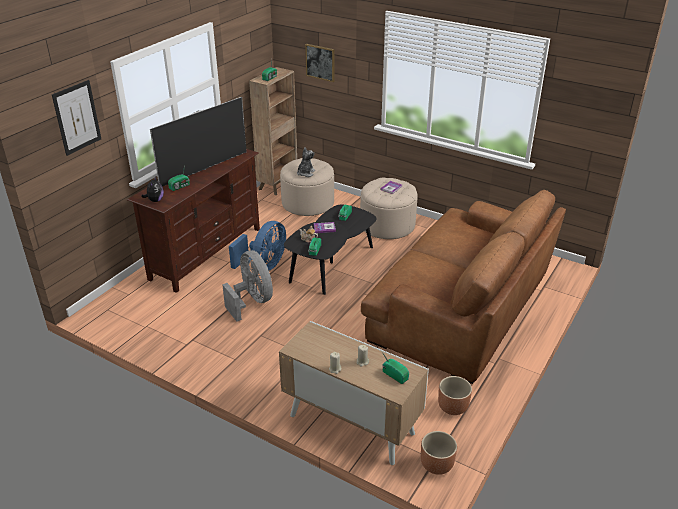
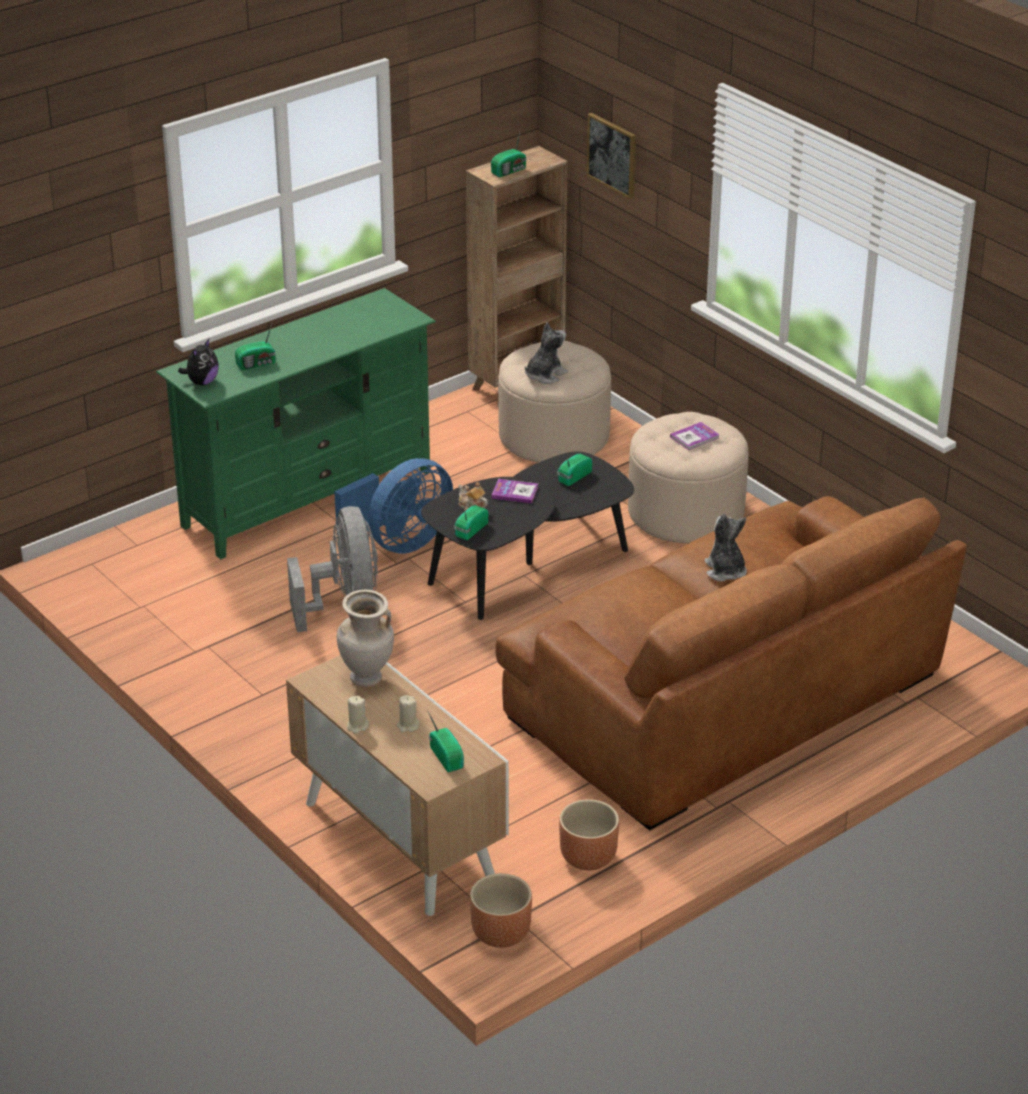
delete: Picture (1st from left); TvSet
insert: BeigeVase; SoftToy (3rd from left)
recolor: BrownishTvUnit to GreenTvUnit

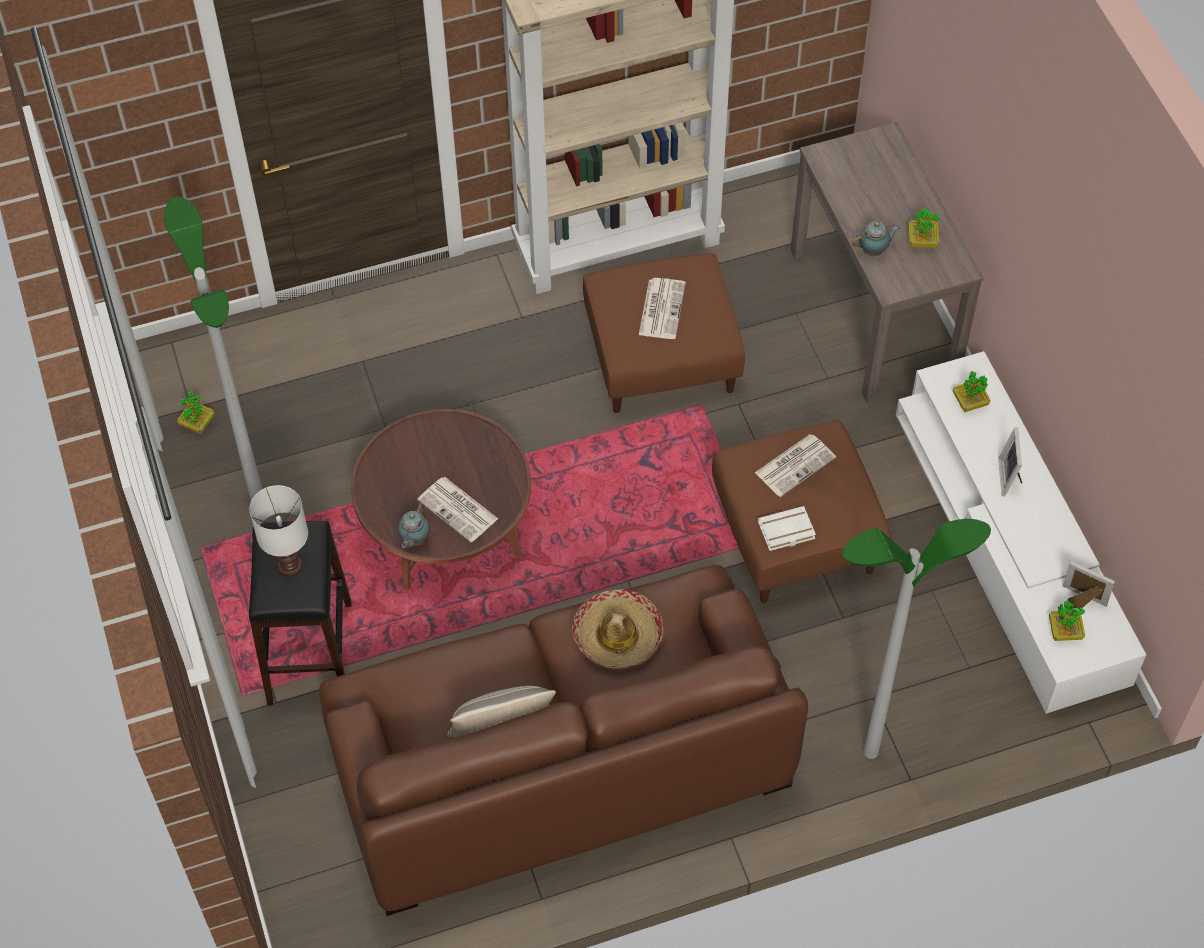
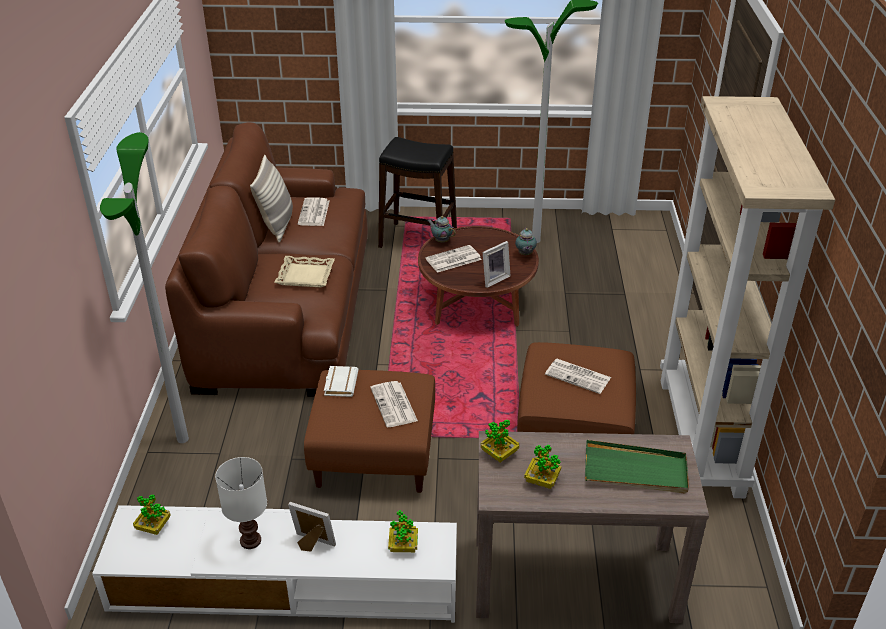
insert: DailyPaper (1st from left); GreenServingTray
move: PottedPlant (1st from left in the first image) to PottedPlant (3rd from left); WhiteColouredTabletopLamp; TeaPot (2nd from left); PictureFrame (2nd from left)
replace: Hat to BeigeServingTray

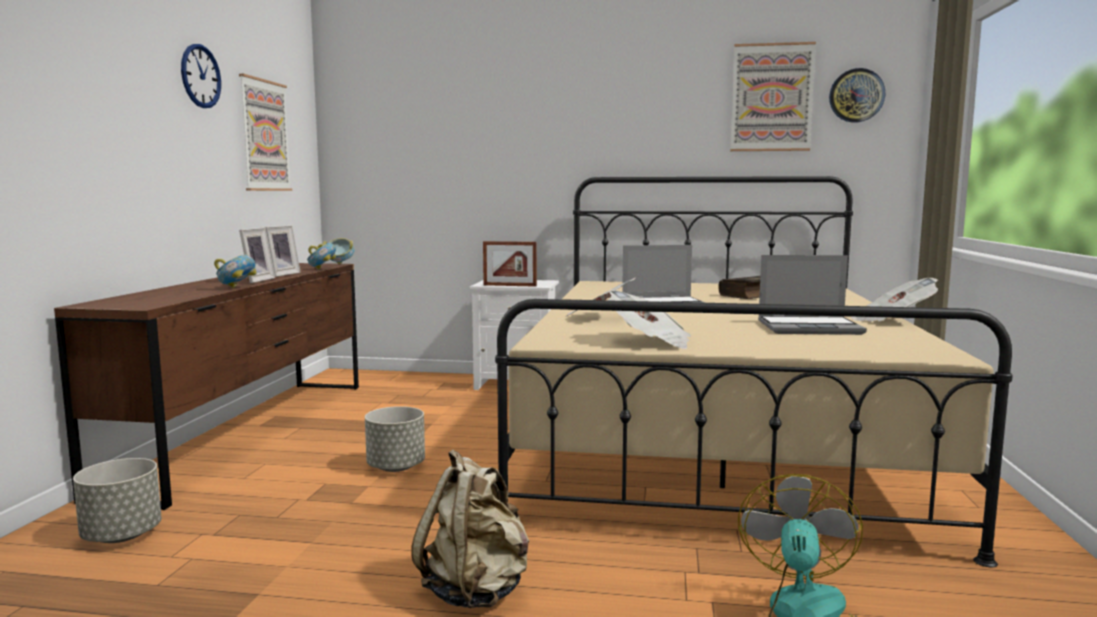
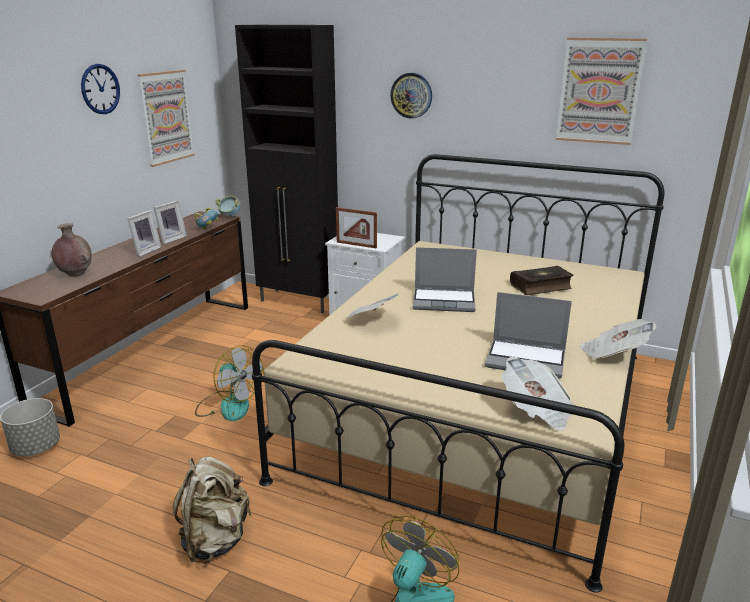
delete: DeepDish (1st from left)
insert: BrownishVase; BlackCupboard
move: DailyPaper (2nd from left); ClockOnTheWall (2nd from left)
replace: GreyishFlowerPot (2nd from left) to Fan (1st from left)

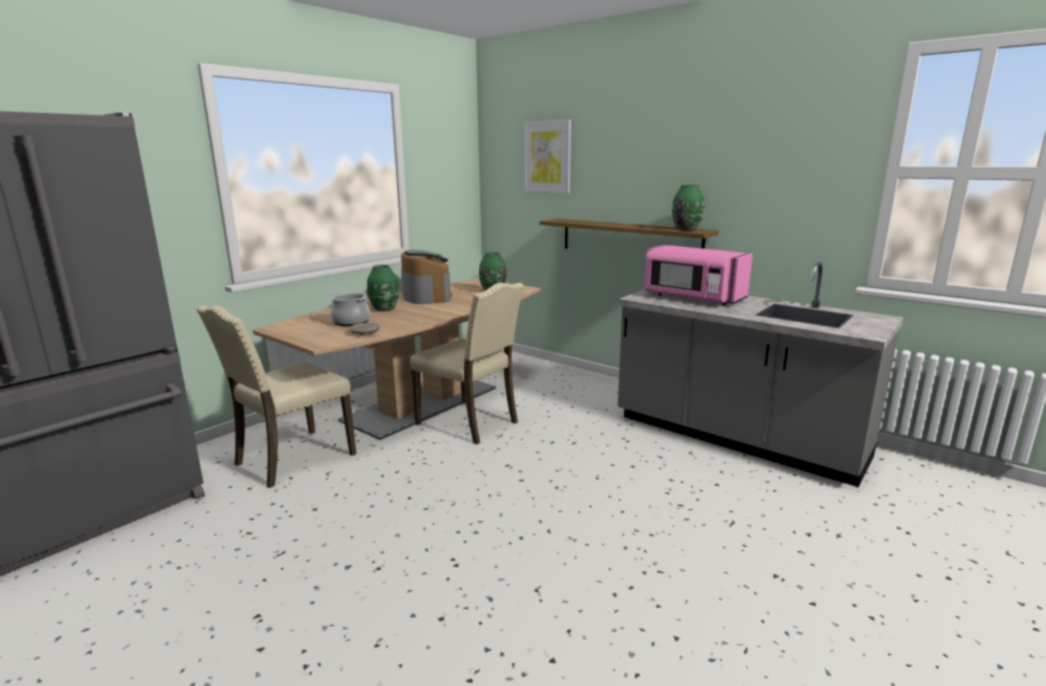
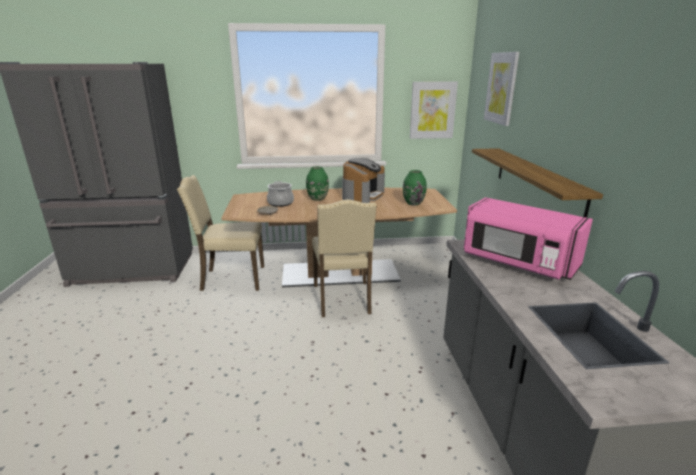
delete: GreenVase (3rd from left)
insert: Picture (1st from left)
rotate: PinkishMicrowave 45 degrees counterclockwise

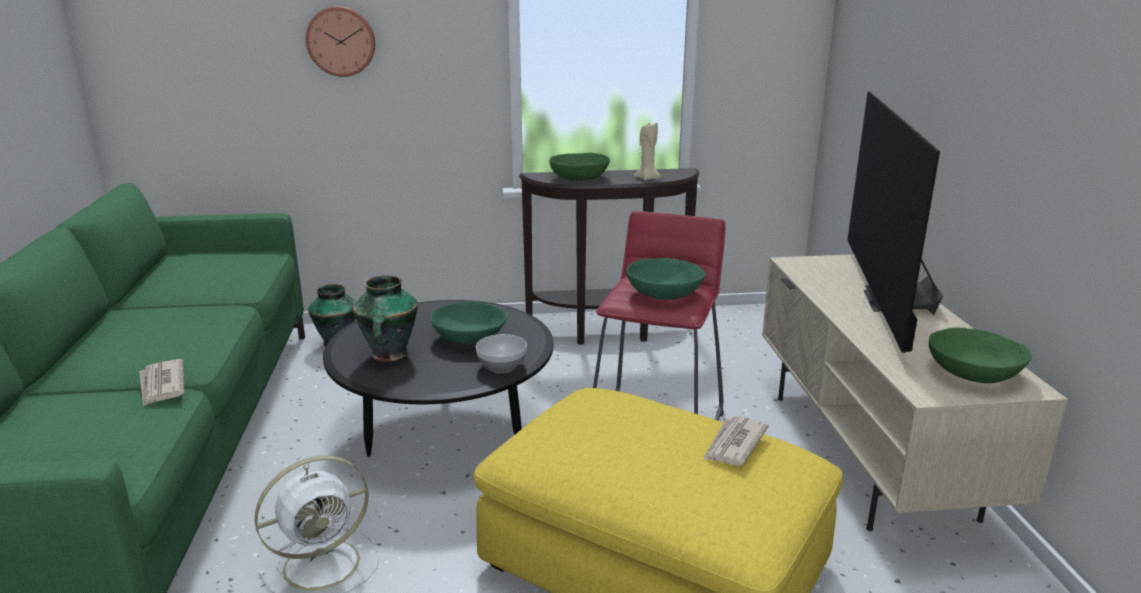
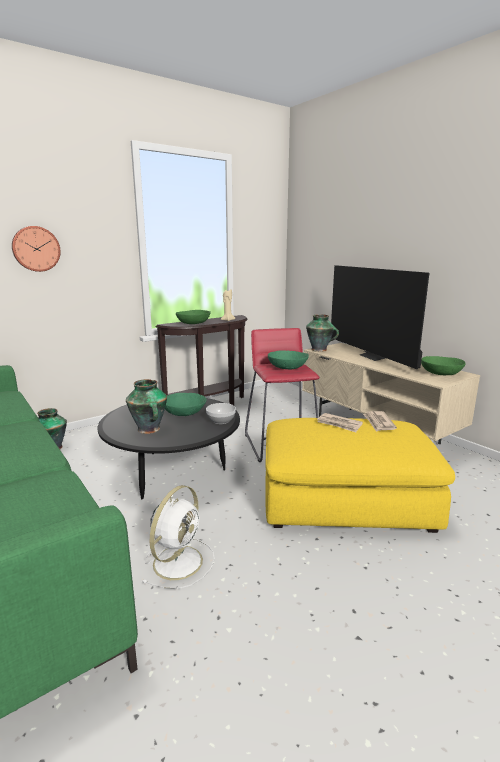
insert: Vase (3rd from left)
move: DailyPaper (1st from left)

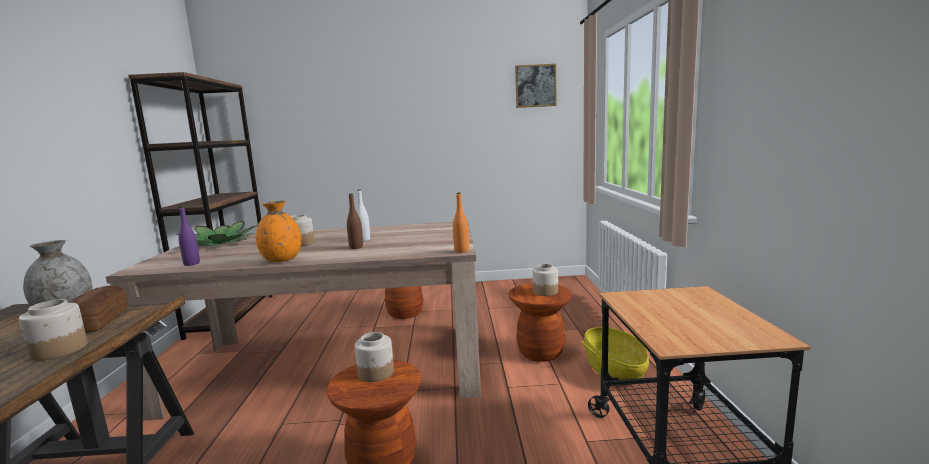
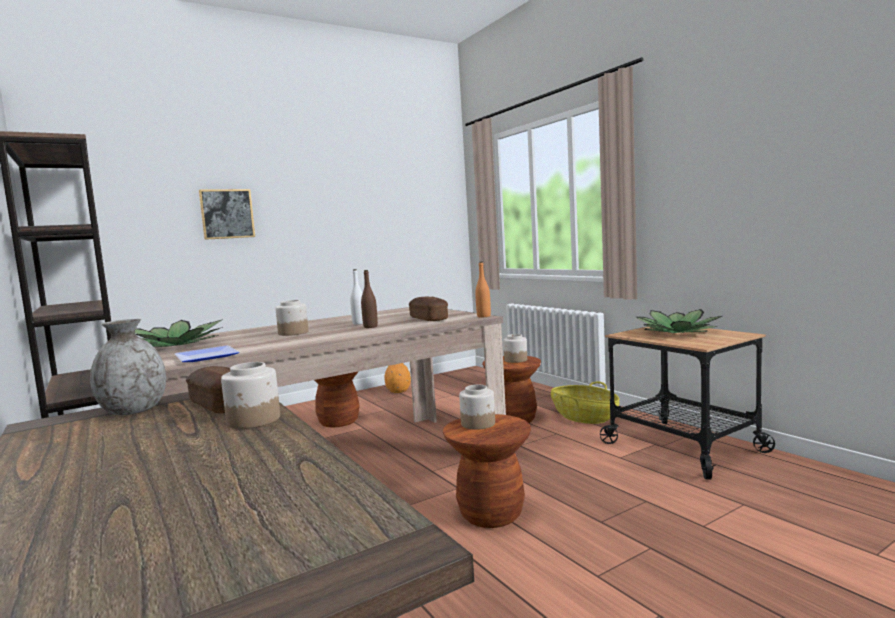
insert: Bread (2nd from left); PottedPlant (2nd from left)
move: OrangeyVase; Picture
replace: PurpleBottle to Plate

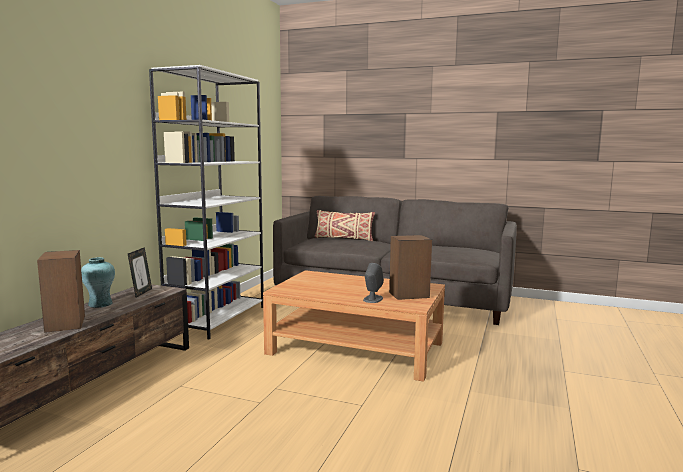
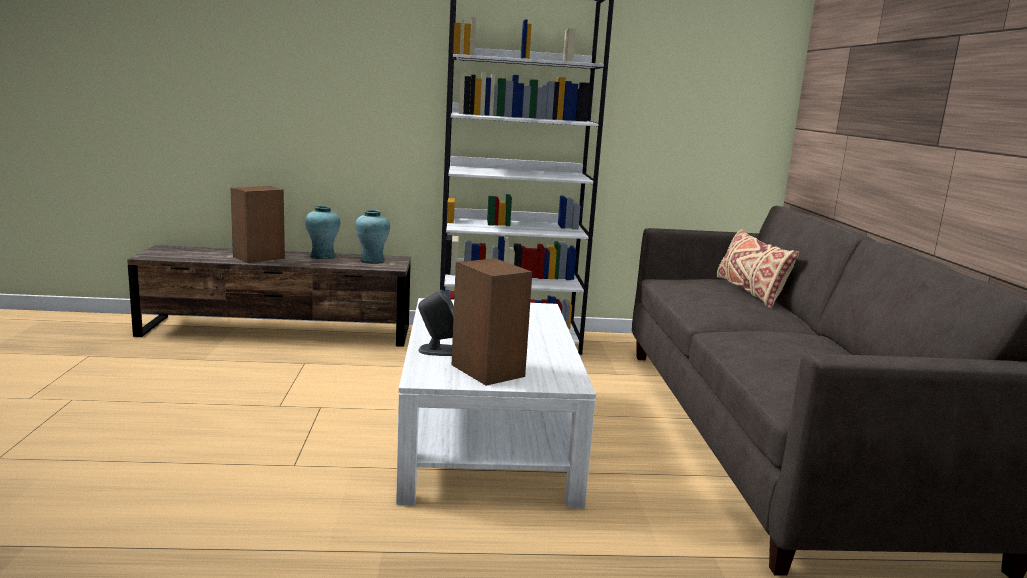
replace: PictureFrame to TurquoiseColouredVase (2nd from left)
recolor: BrownishCoffeeTable to WhiteColouredCoffeeTable

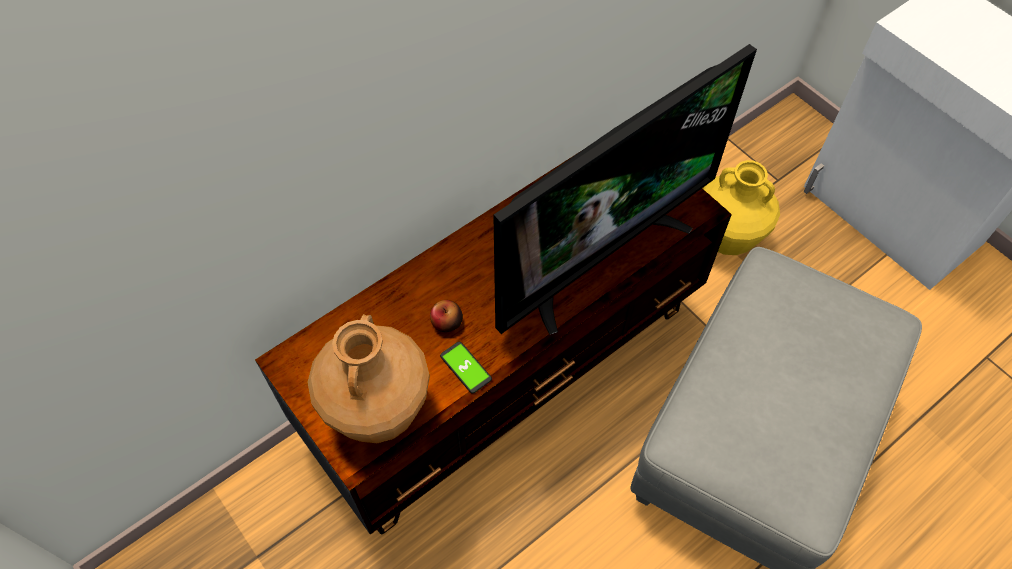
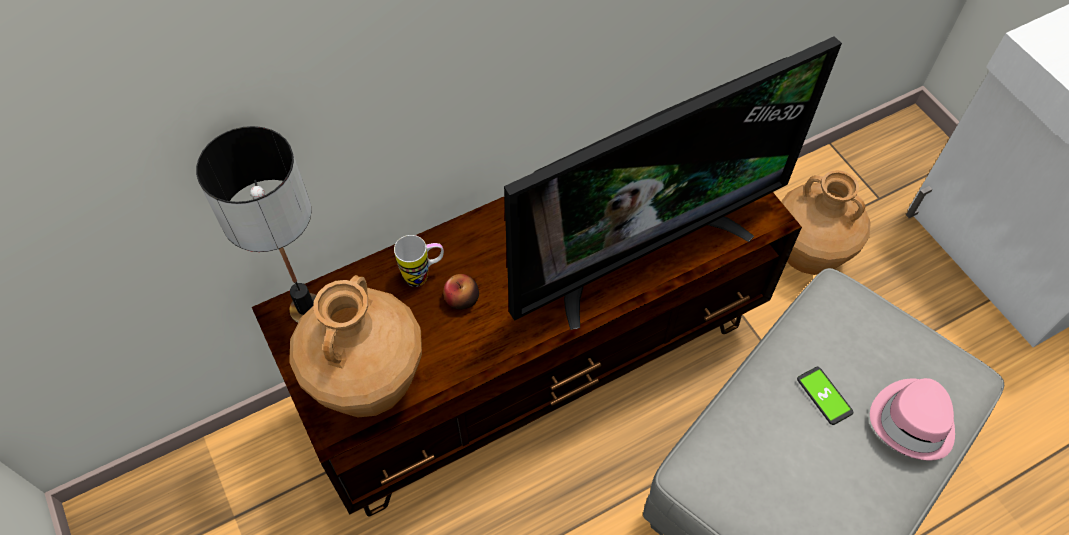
insert: TabletopLamp; CoffeeMug; PinkishHat
move: Phone
recolor: YellowVase to BrownishVase (2nd from left)

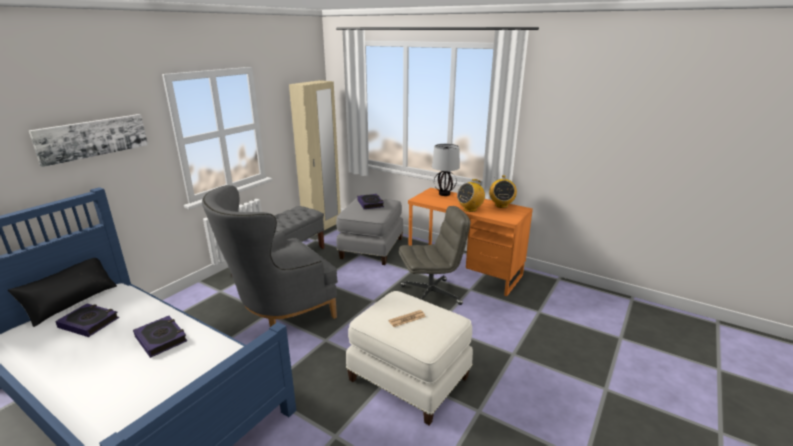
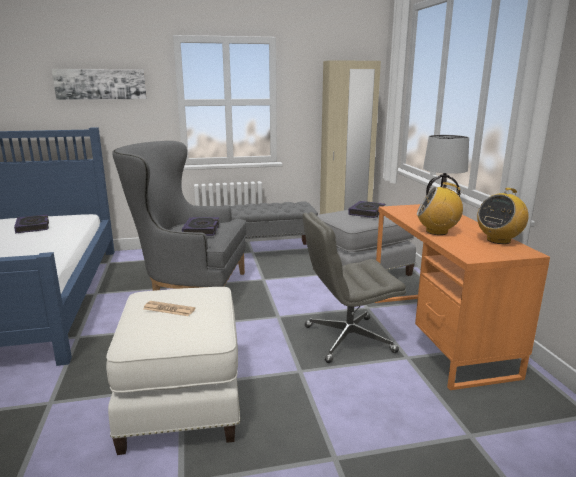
delete: BlackThrowPillow
move: Volume (2nd from left)
rotate: GreyishOfficeChair 135 degrees clockwise

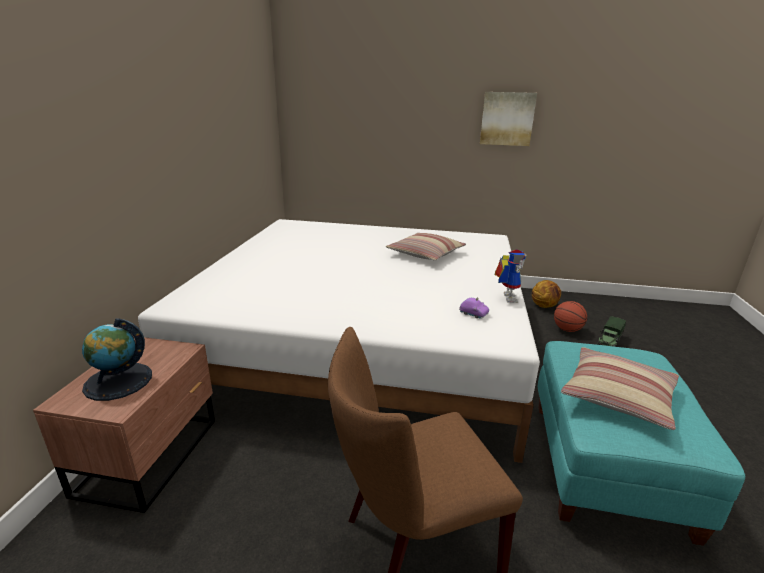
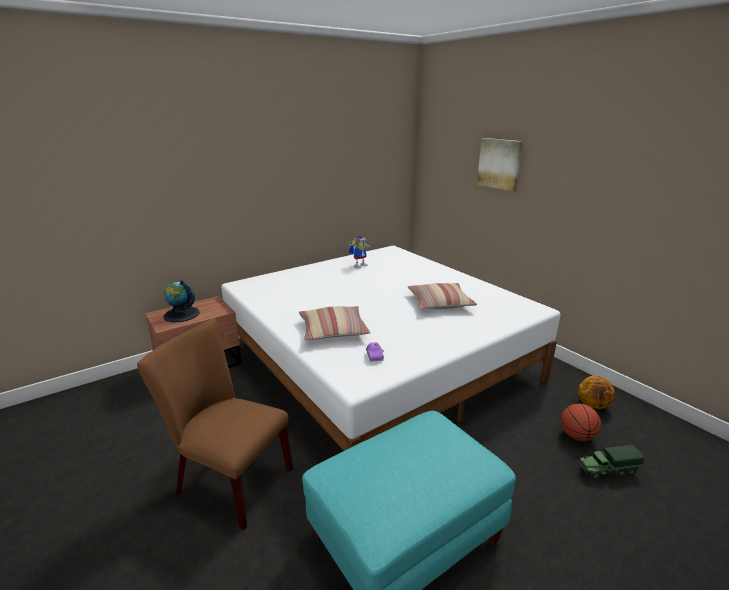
move: Picture; ToyRobot; ThrowPillow (2nd from left in the first image) to ThrowPillow (1st from left)

